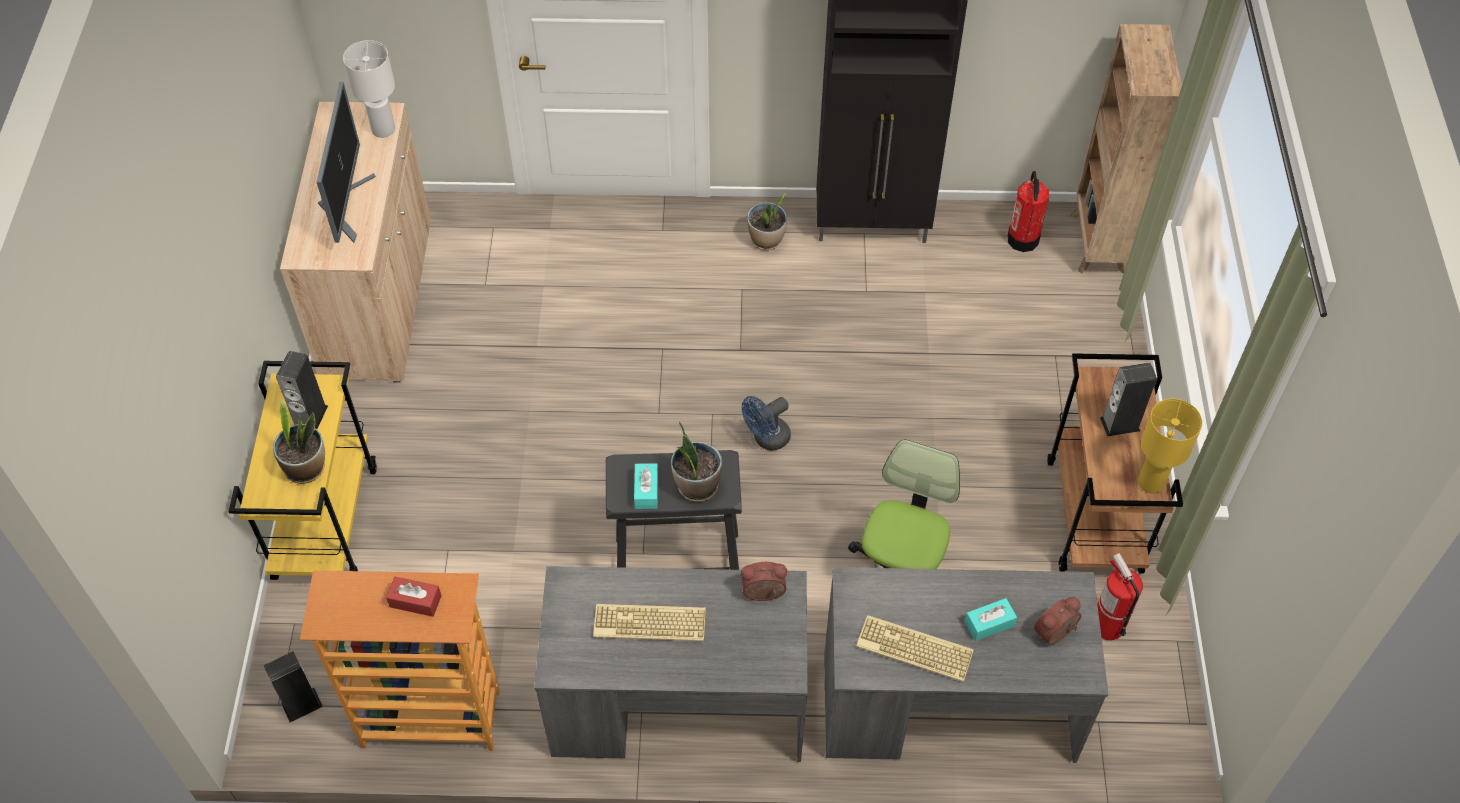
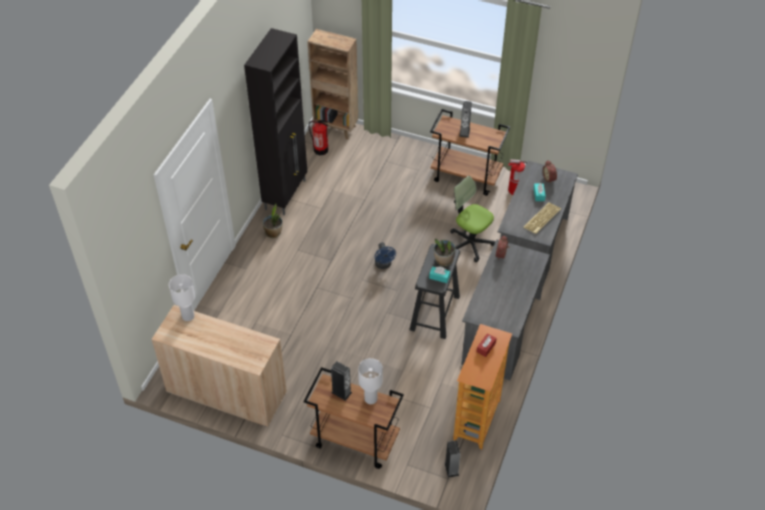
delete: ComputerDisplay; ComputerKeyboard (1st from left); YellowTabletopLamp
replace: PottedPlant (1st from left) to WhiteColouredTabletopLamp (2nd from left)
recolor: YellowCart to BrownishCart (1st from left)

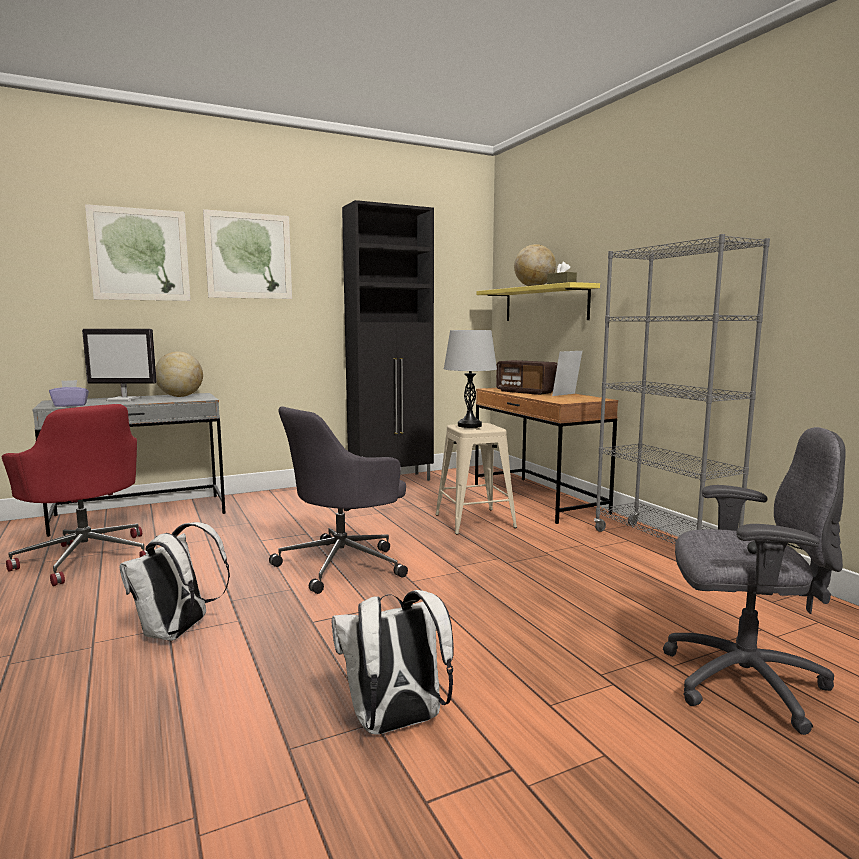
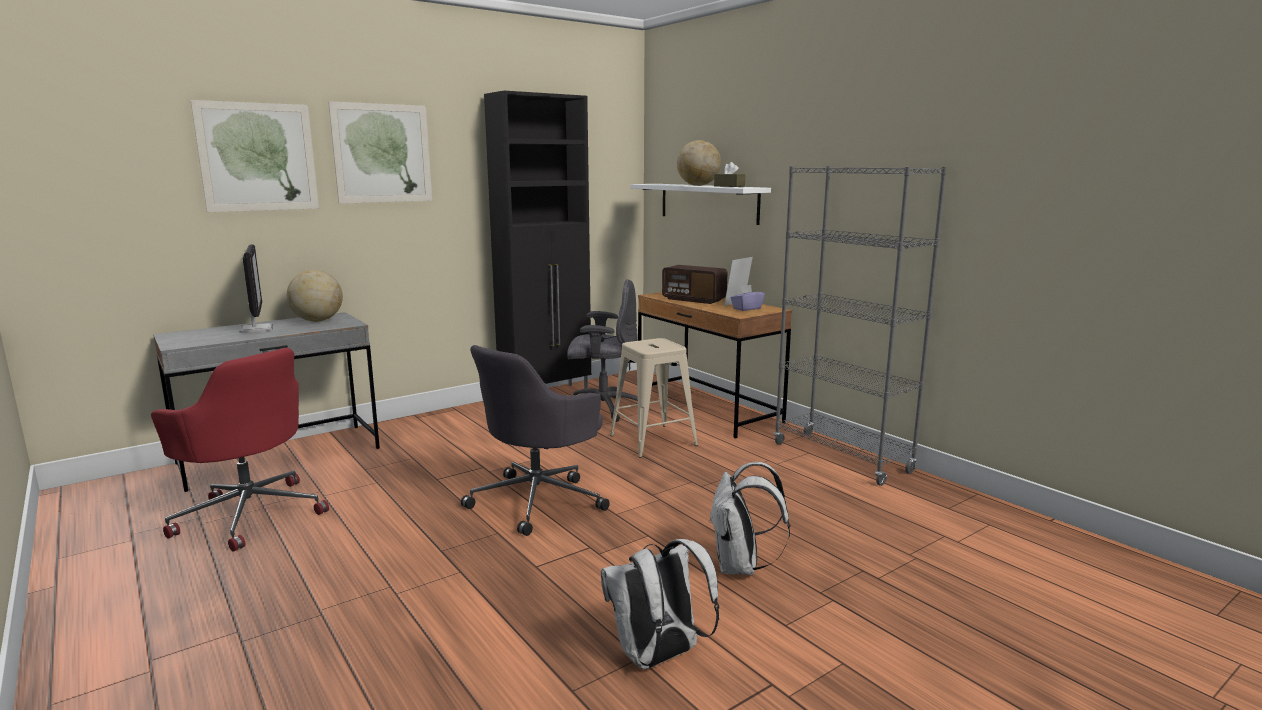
delete: GreyishTabletopLamp
move: PurpleTissueBox; WhiteColouredBackpack (1st from left in the first image) to WhiteColouredBackpack (2nd from left); GreyishOfficeChair (2nd from left)
recolor: YellowBracketShelf to WhiteColouredBracketShelf
rotate: ComputerDisplay 105 degrees counterclockwise

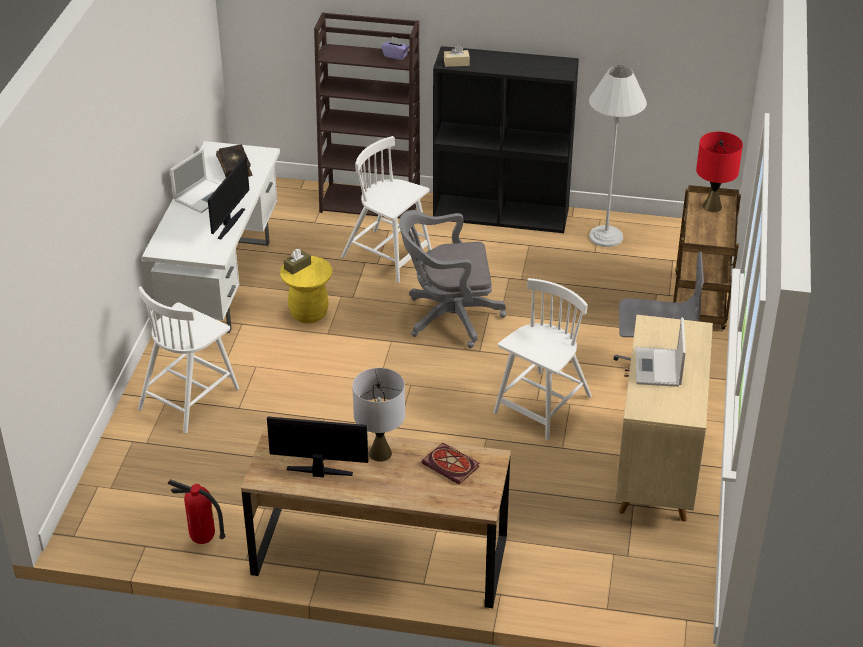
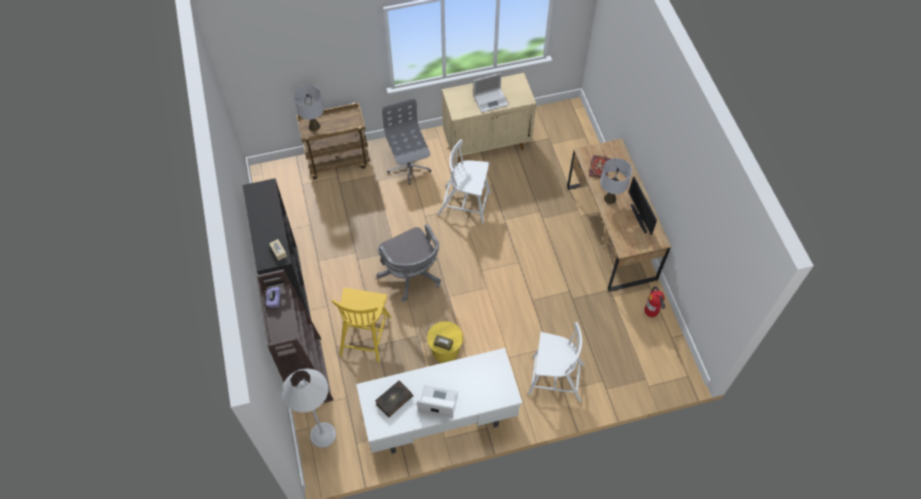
delete: ComputerDisplay (1st from left)
move: WhiteColouredStandingLamp
recolor: WhiteColouredPlainChair (2nd from left) to YellowPlainChair; RedColouredTabletopLamp to GreyishTabletopLamp (1st from left)

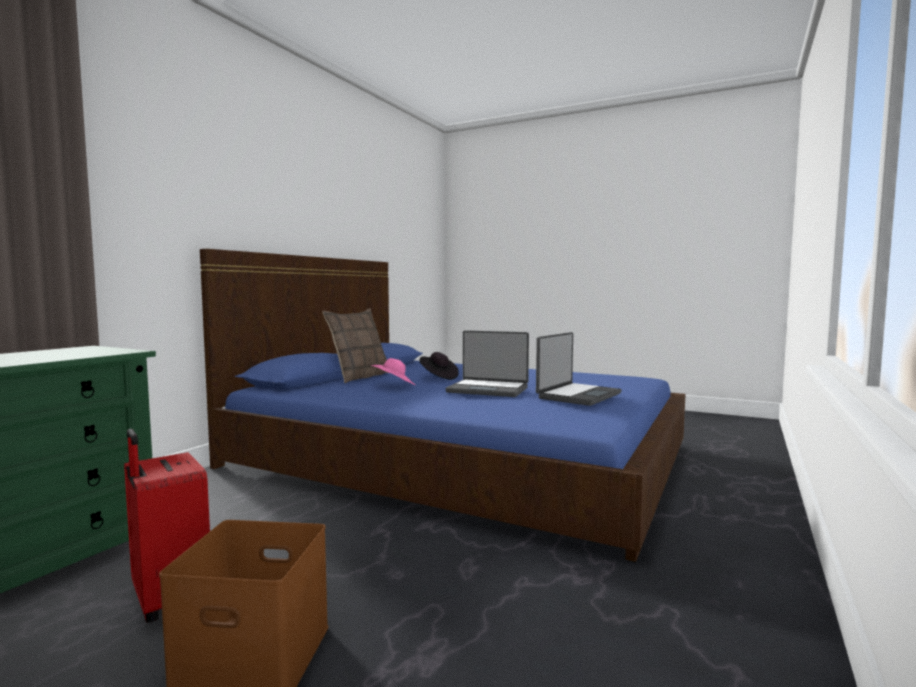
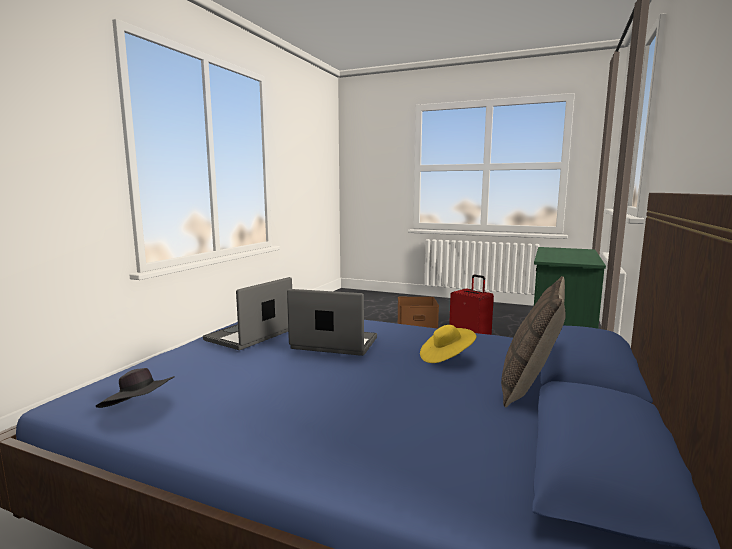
move: BlackHat
recolor: PinkishHat to YellowHat

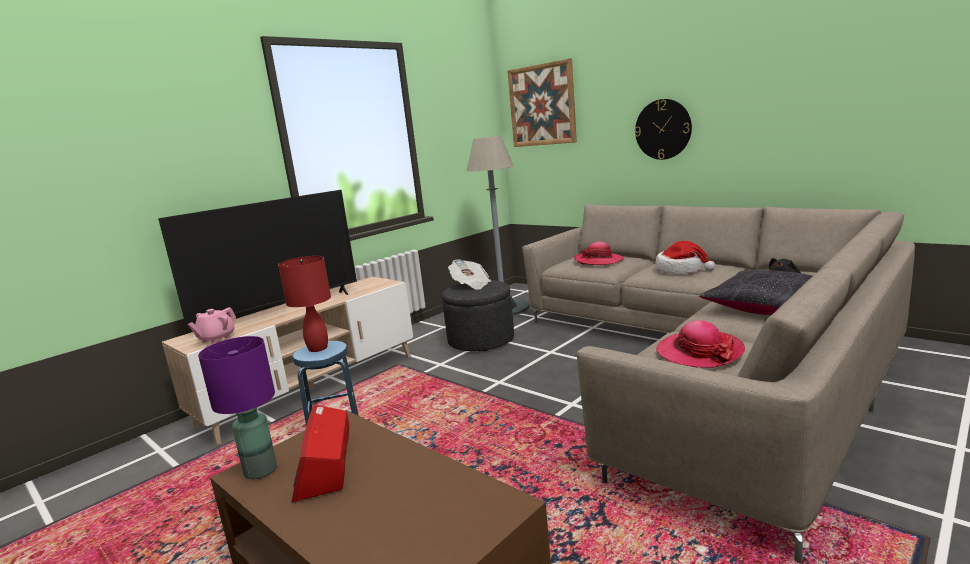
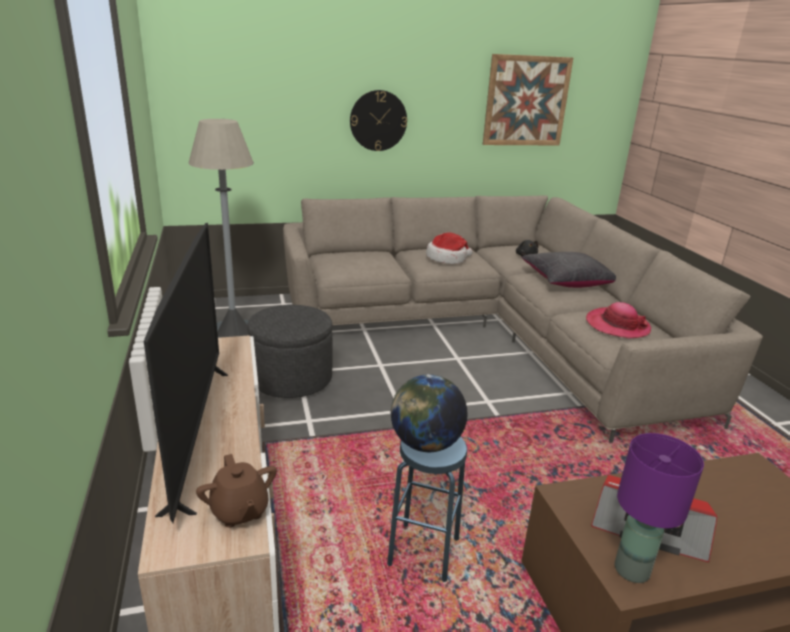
delete: DailyPaper; Hat (1st from left)
move: Picture
replace: RedColouredTabletopLamp to DeskGlobe
recolor: PinkishTeaPot to BrownishTeaPot

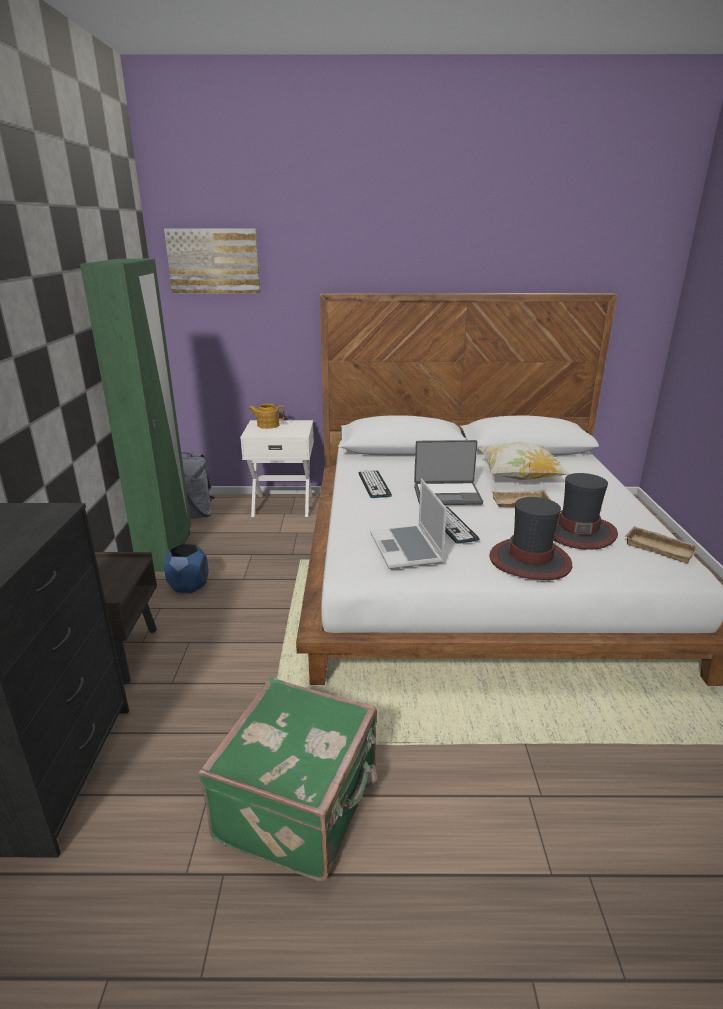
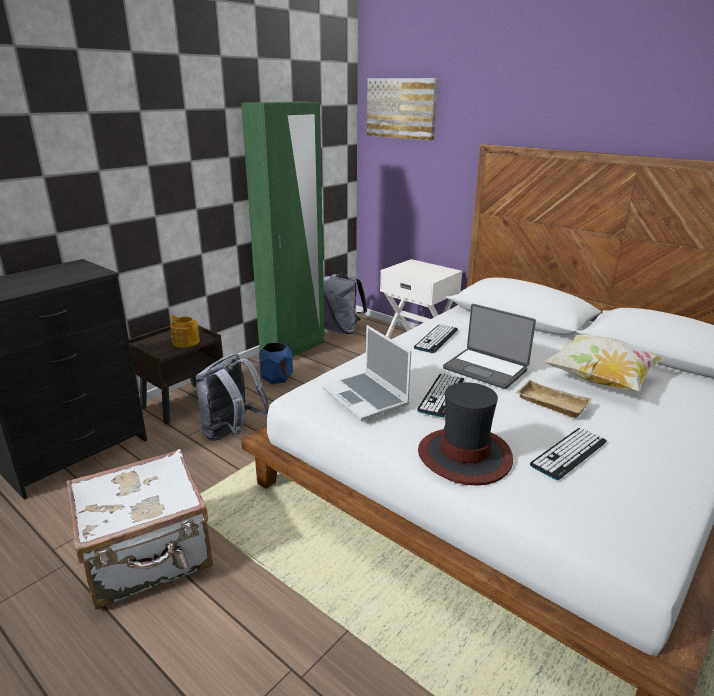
delete: BeigeServingTray (2nd from left)
insert: GreyishBackpack (1st from left)
move: TeaPot
replace: Hat (2nd from left) to ComputerKeyboard (3rd from left)
recolor: GreenTravelCase to WhiteColouredTravelCase
rotate: NotebookComputer (1st from left) 60 degrees counterclockwise

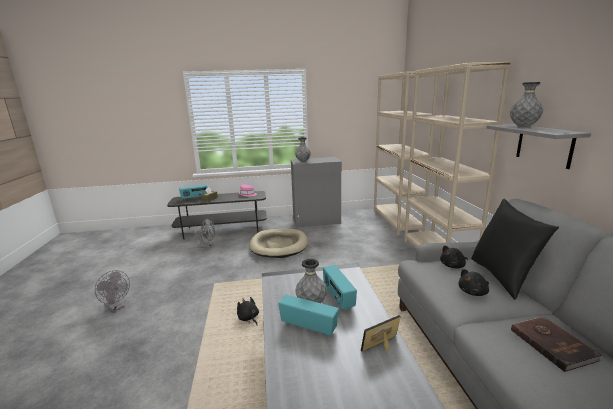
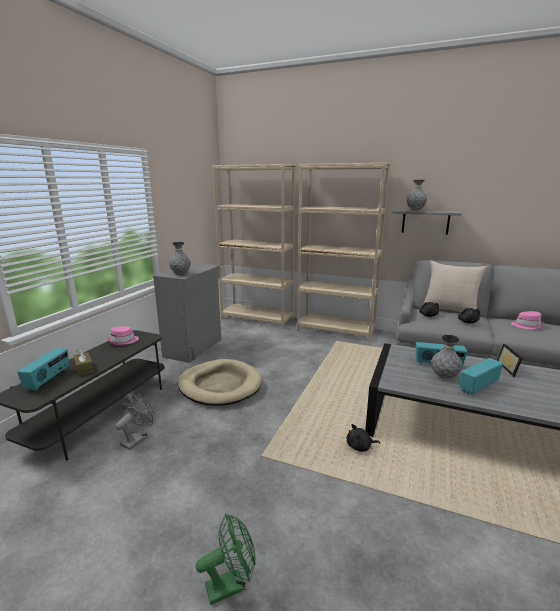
replace: BrownishVolume to PinkishHat (2nd from left)
recolor: GreyishFan (1st from left) to GreenFan; BlackThrowPillow to BeigeThrowPillow

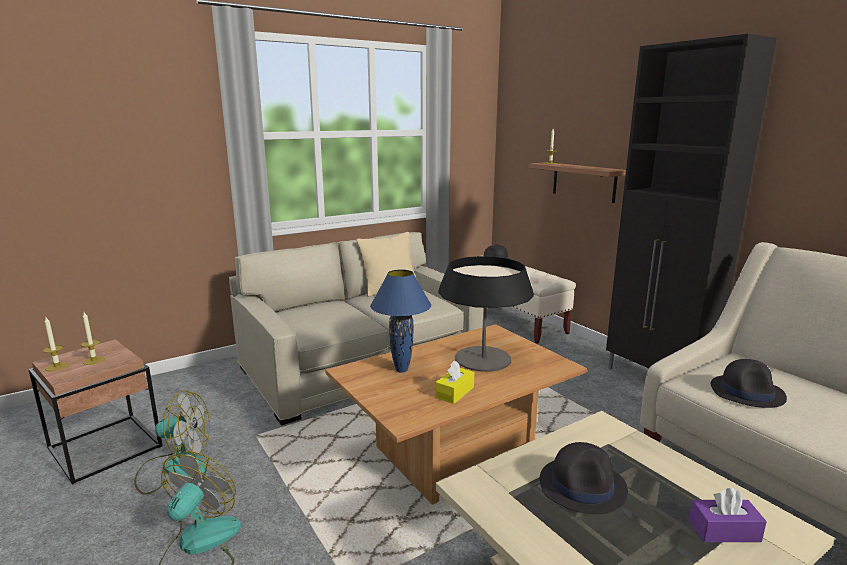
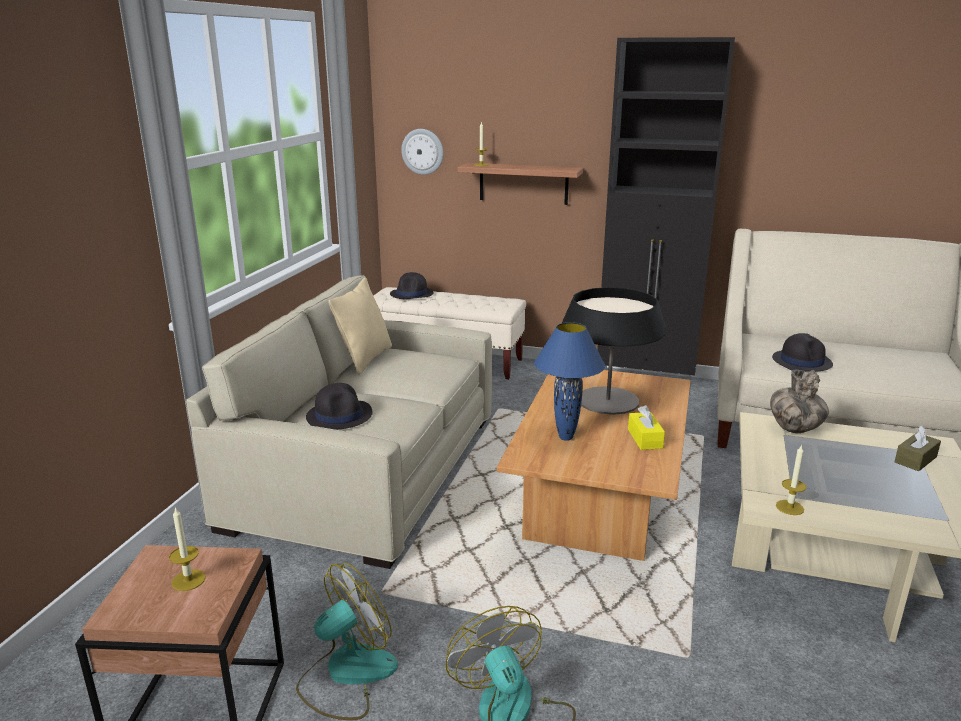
insert: ClockOnTheWall; Vase
move: WaxCandle (1st from left in the first image) to WaxCandle (3rd from left); BlackHat (2nd from left in the first image) to BlackHat (1st from left)
recolor: PurpleTissueBox to BrownishTissueBox

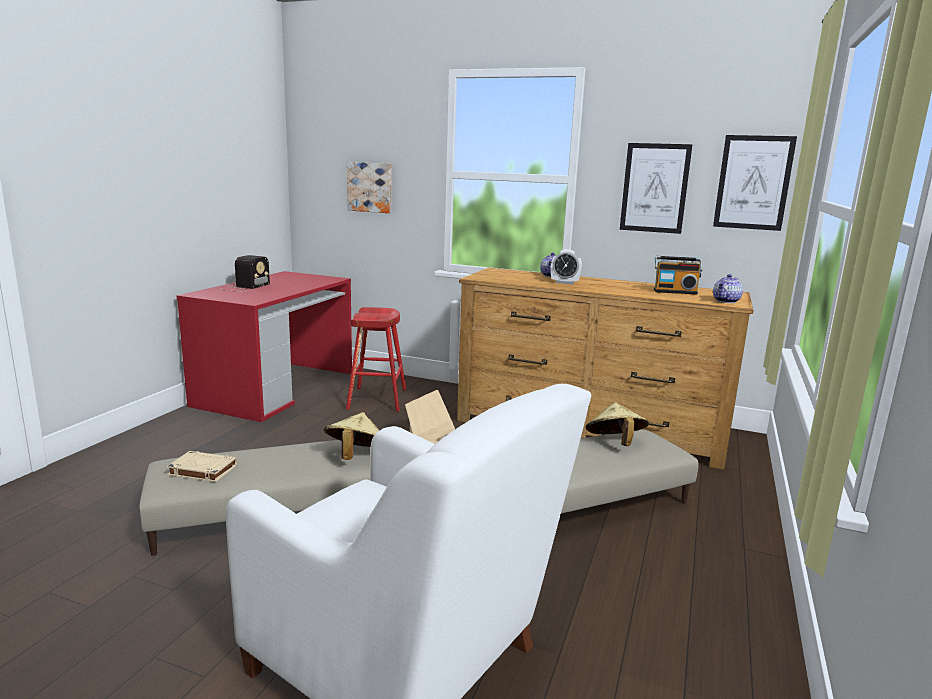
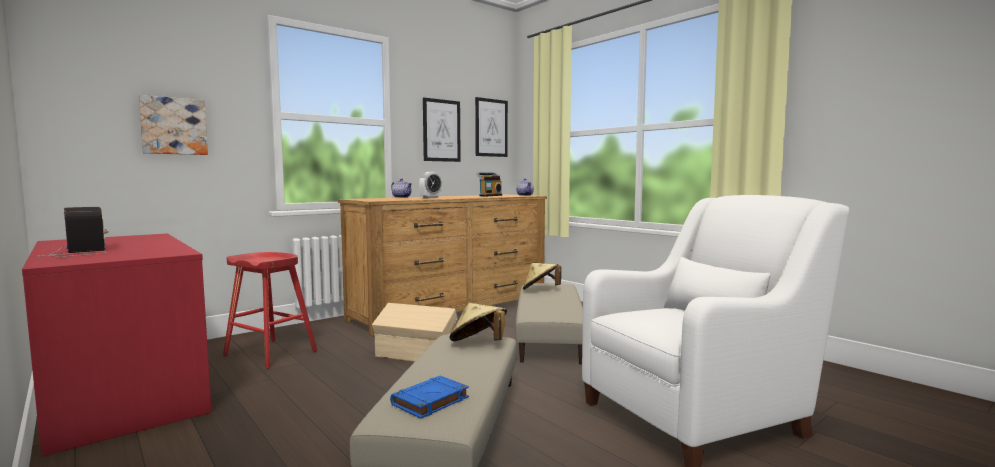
recolor: BeigeVolume to BlueColouredVolume

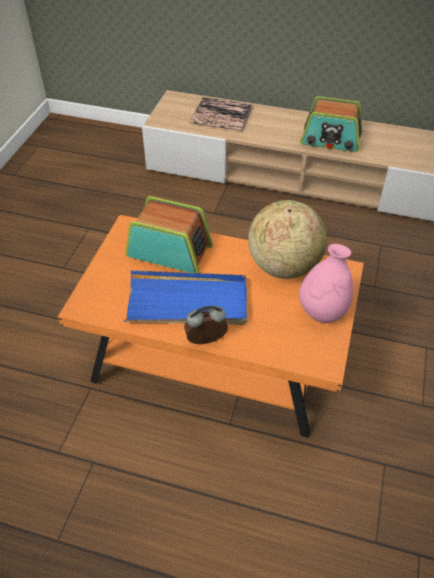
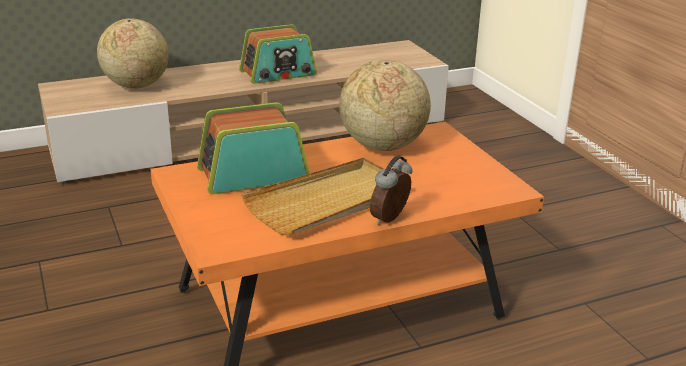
delete: PinkishVase
replace: Volume to DeskGlobe (1st from left)
recolor: BlueColouredServingTray to BeigeServingTray

